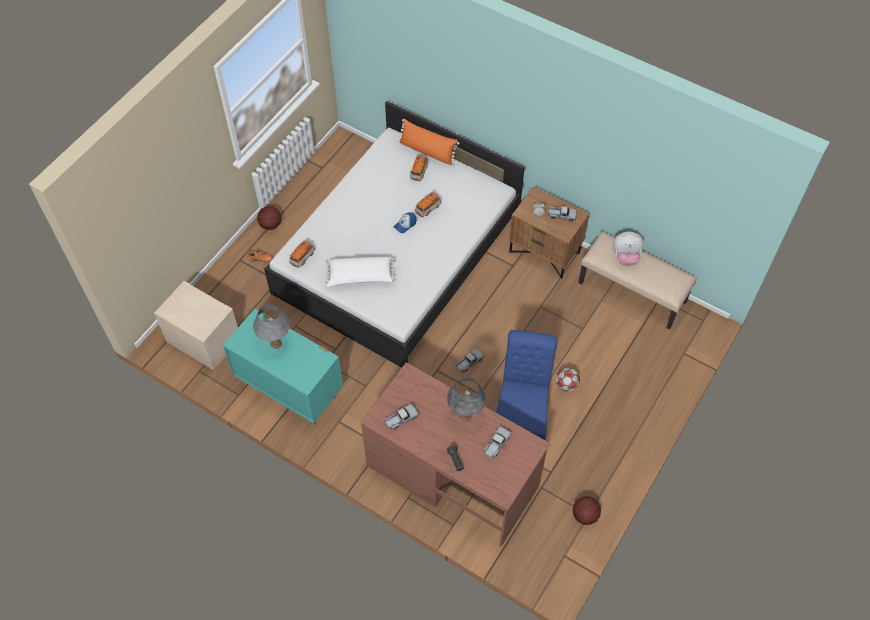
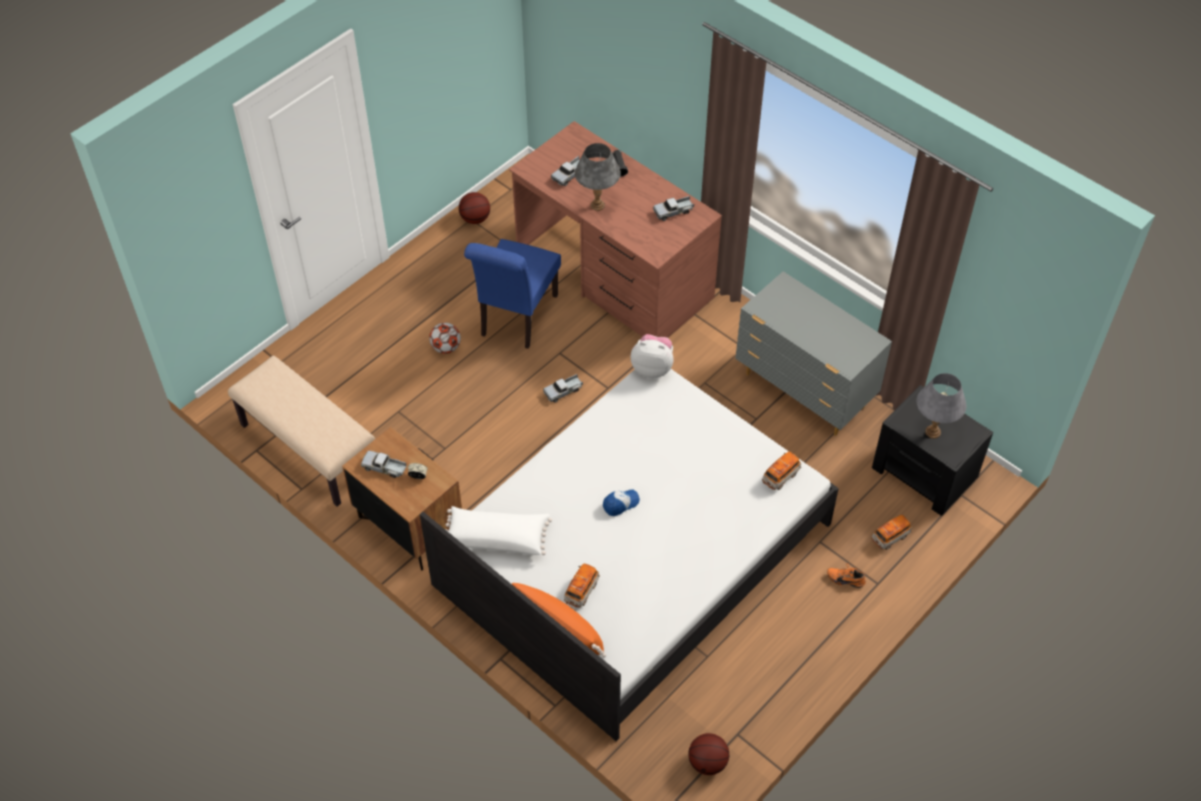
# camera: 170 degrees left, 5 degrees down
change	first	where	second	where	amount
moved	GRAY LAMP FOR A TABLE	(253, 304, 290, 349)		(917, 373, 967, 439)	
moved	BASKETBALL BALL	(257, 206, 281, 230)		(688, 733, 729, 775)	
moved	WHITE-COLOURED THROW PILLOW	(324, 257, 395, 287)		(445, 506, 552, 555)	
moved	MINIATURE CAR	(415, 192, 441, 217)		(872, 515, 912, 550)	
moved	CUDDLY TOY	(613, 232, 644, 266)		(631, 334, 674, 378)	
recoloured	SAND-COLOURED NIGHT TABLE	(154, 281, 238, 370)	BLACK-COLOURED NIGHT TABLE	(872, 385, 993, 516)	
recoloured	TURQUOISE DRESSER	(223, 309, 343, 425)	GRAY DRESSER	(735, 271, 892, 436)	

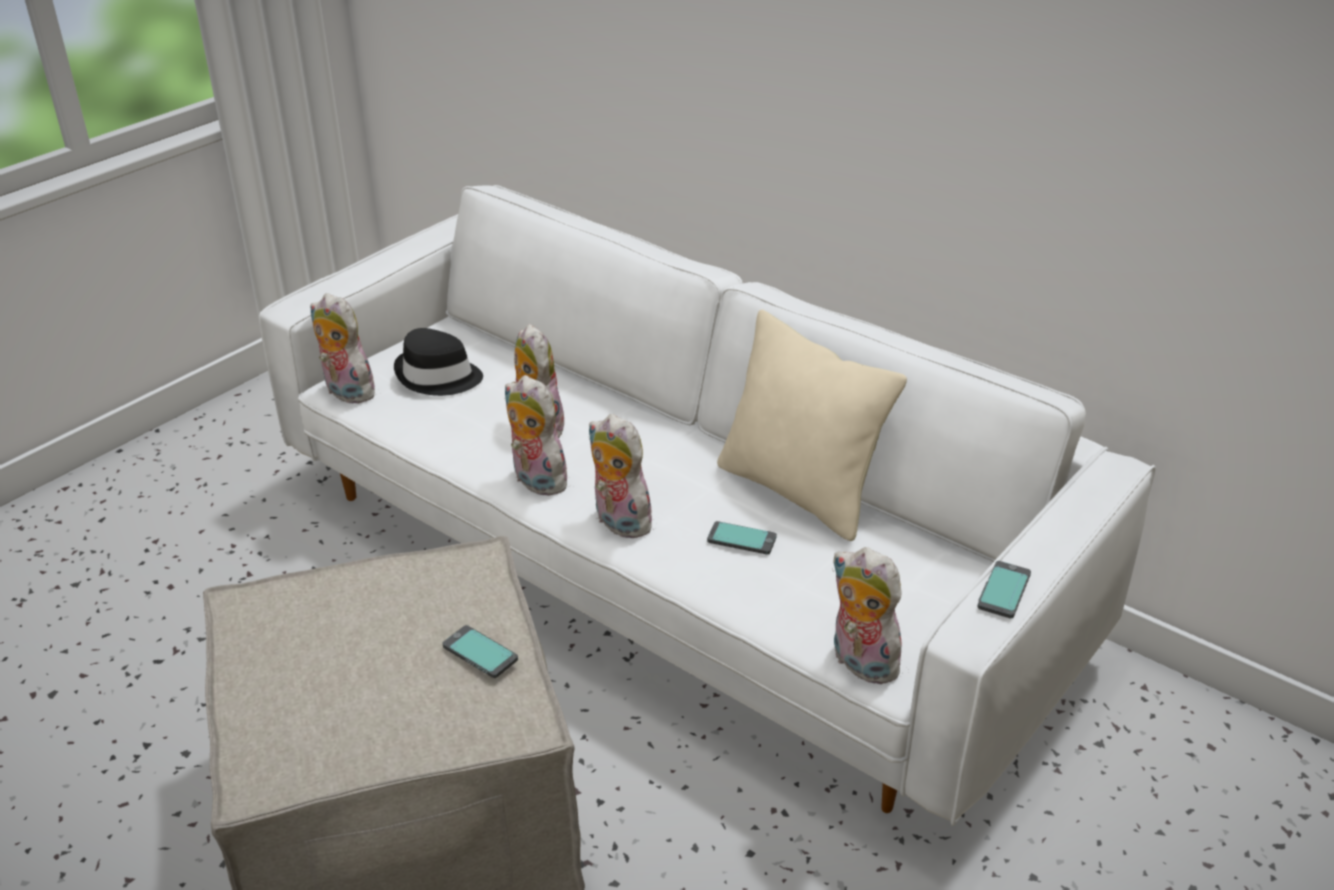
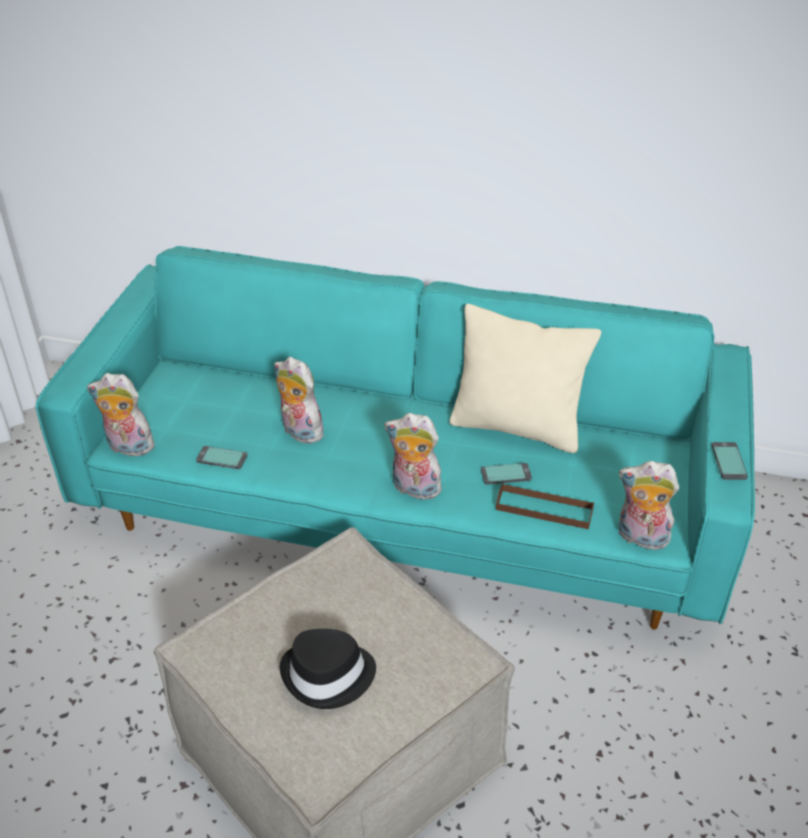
# camera: 25 degrees left, 5 degrees up
change	first	where	second	where	amount
removed	CUDDLY TOY	(505, 375, 567, 496)			
added			BROWN SERVING TRAY	(496, 484, 594, 529)	
moved	BLACK-COLOURED WEARABLE HAT	(394, 328, 483, 396)		(280, 629, 376, 709)	
moved	HANDSET	(443, 625, 518, 678)		(196, 446, 248, 469)	
recoloured	WHITE-COLOURED SETTEE	(259, 185, 1156, 826)	TURQUOISE SETTEE	(36, 246, 755, 630)	

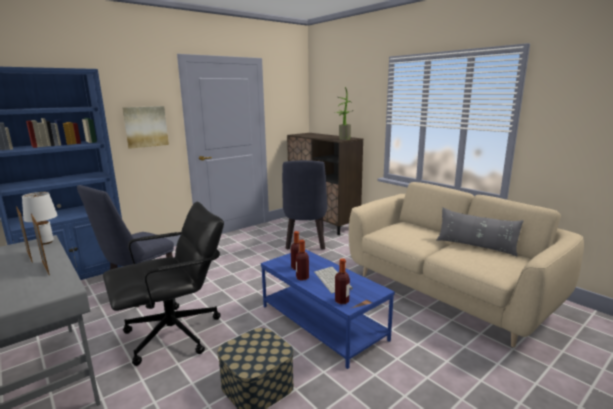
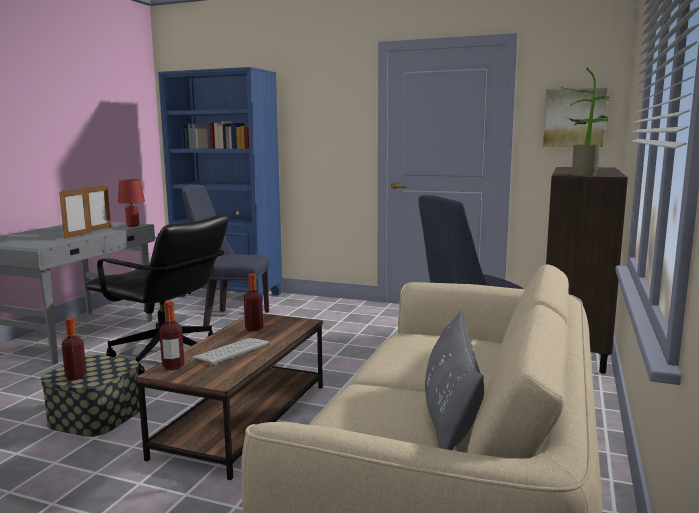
# camera: 60 degrees right, 5 degrees down
change	first	where	second	where	amount
moved	PICTURE	(122, 106, 169, 149)		(543, 88, 608, 147)	
moved	BEVERAGE BOTTLE	(296, 240, 309, 281)		(62, 318, 87, 380)	
recoloured	WHITE-COLOURED LAMP FOR A TABLE	(22, 192, 57, 245)	REDDISH LAMP FOR A TABLE	(118, 179, 145, 227)	
recoloured	BLUISH COFFEE TABLE	(261, 249, 395, 369)	BROWN COFFEE TABLE	(136, 314, 323, 480)	

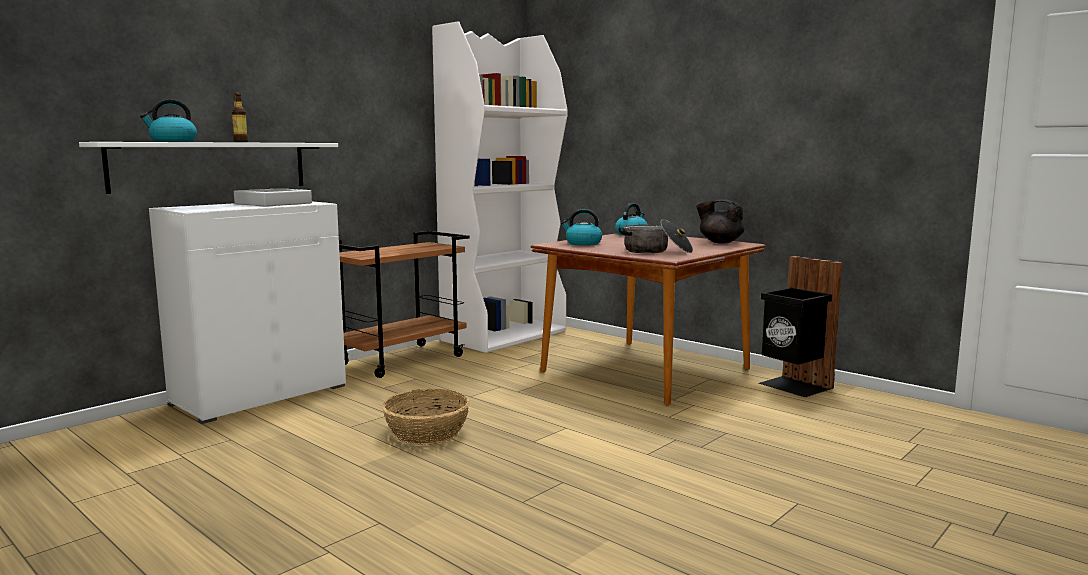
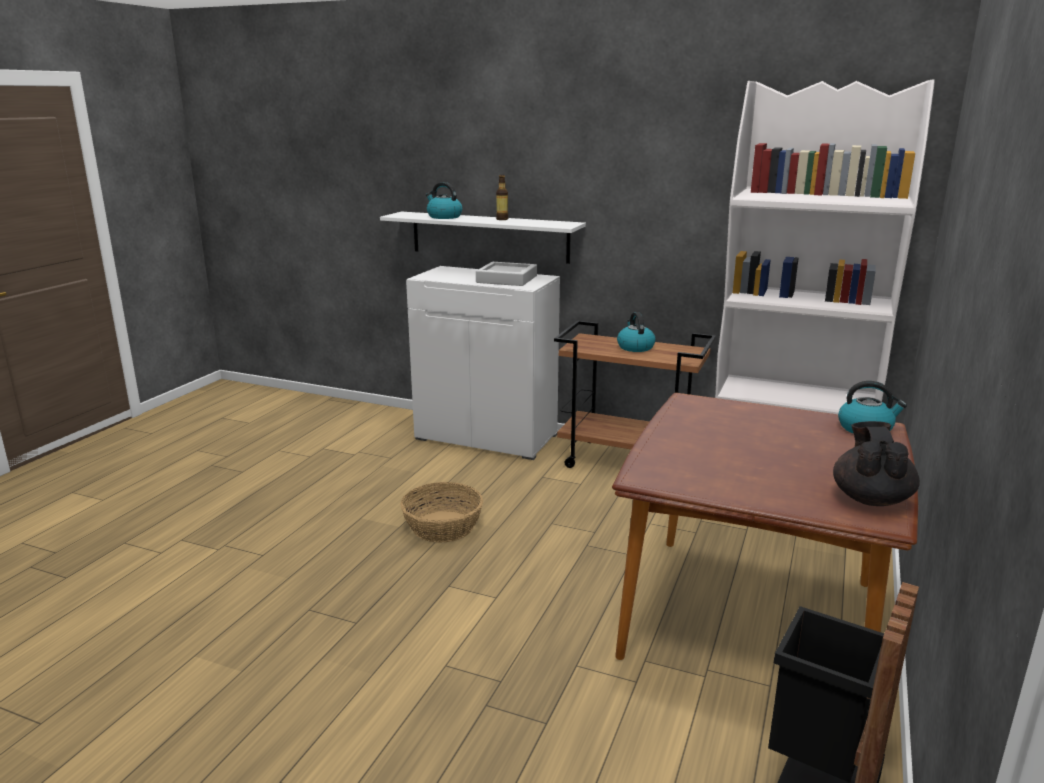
# camera: 70 degrees right, 10 degrees up
change	first	where	second	where	amount
removed	SAUCEPOT	(619, 219, 693, 254)			
moved	KETTLE	(561, 209, 602, 246)		(617, 312, 655, 352)	

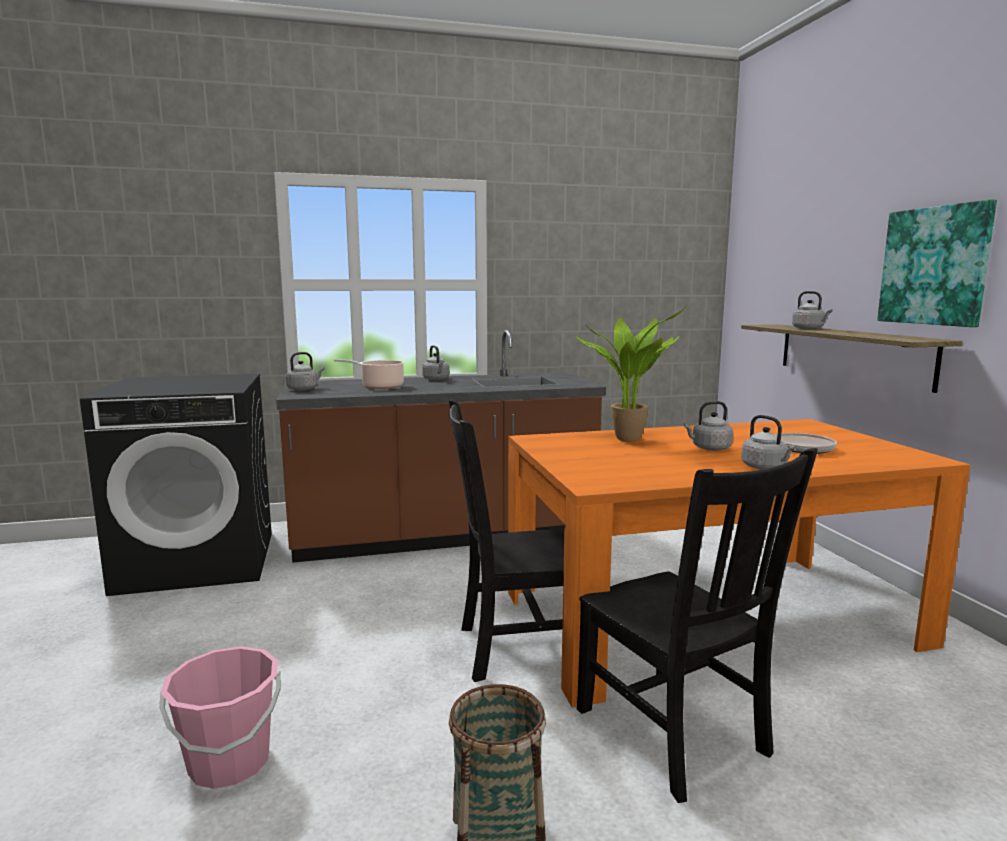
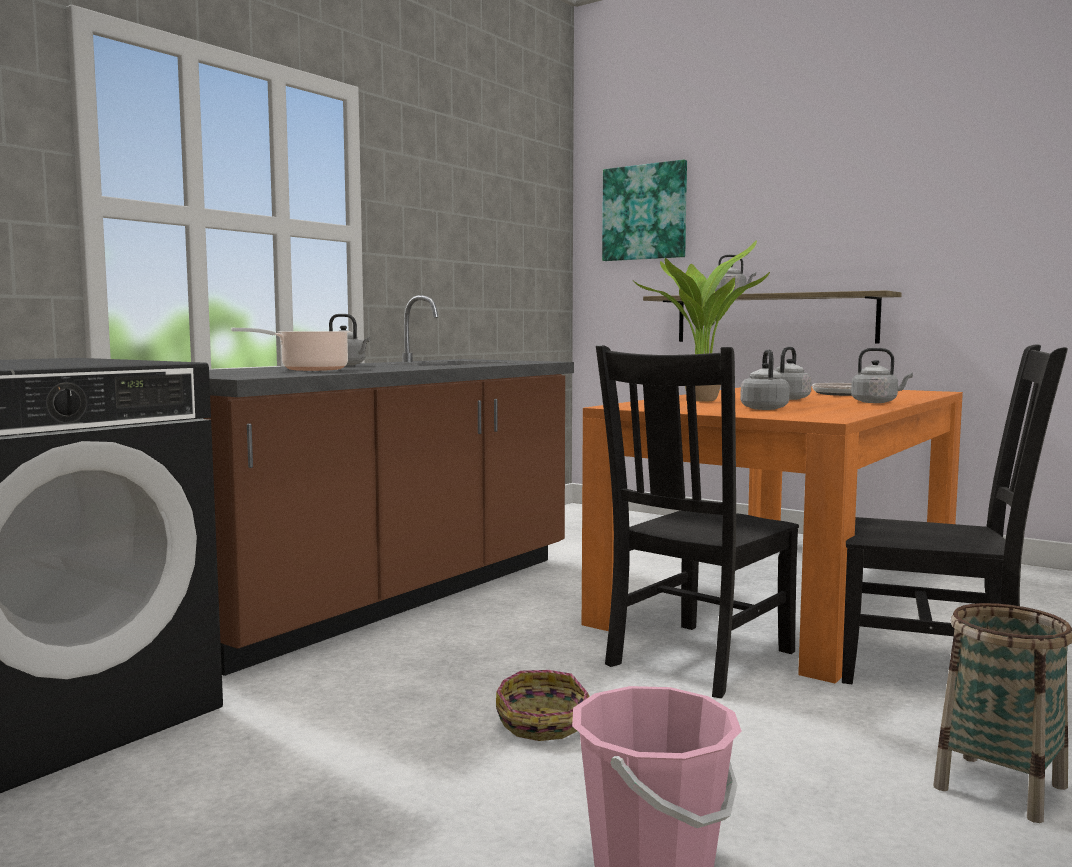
# camera: 40 degrees left, 5 degrees down
change	first	where	second	where	amount
added			BASKET	(496, 670, 590, 741)	
moved	GRAY KETTLE	(286, 352, 324, 391)		(740, 349, 790, 410)	
moved	PICTURE	(877, 199, 997, 327)		(602, 160, 687, 261)	

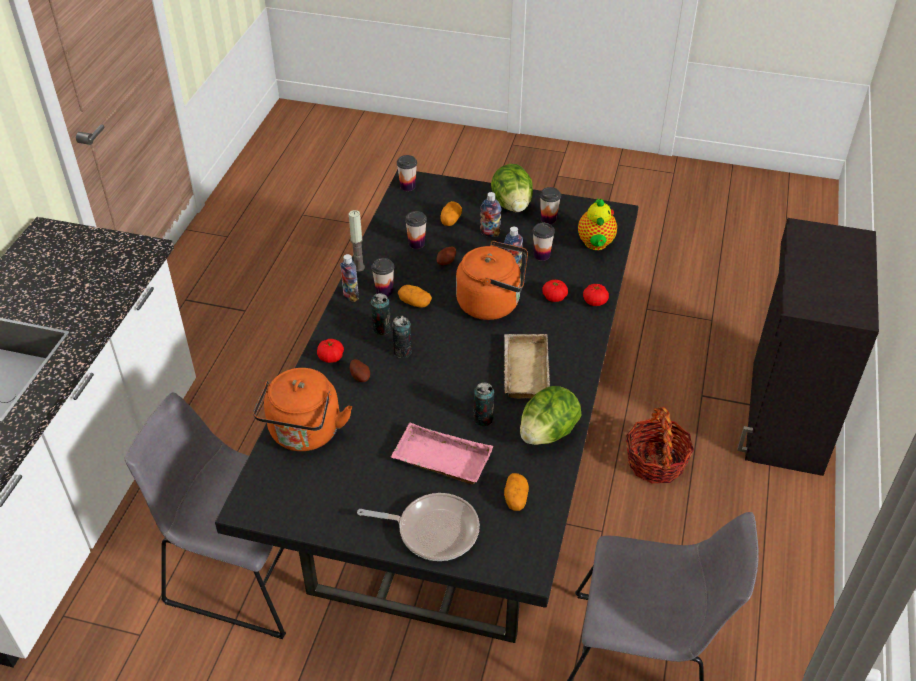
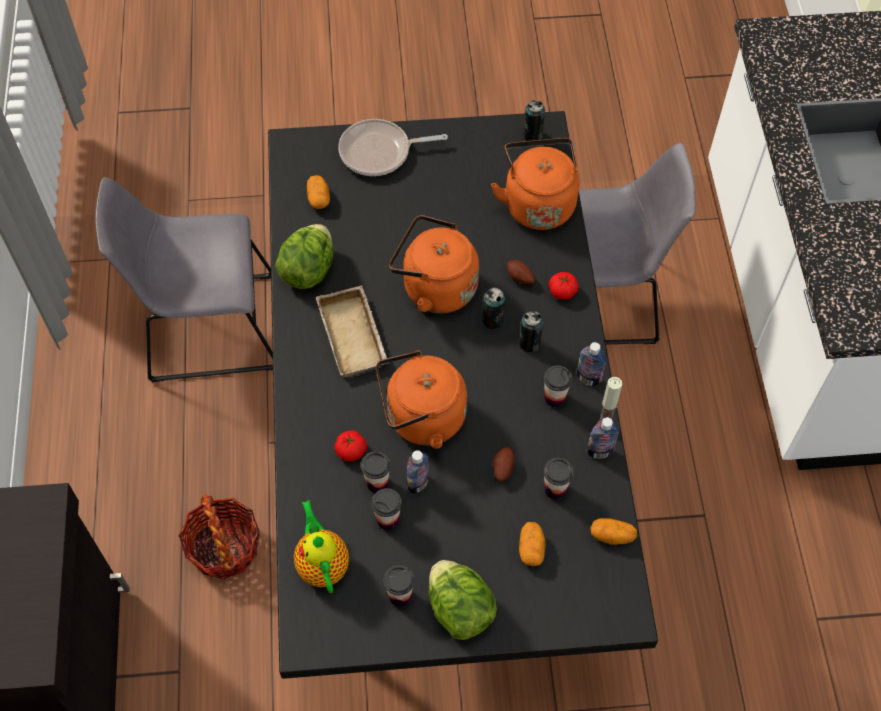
# camera: 160 degrees right, 15 degrees up
change	first	where	second	where	amount
removed	PINKISH SERVING TRAY	(391, 423, 493, 484)			
removed	TOMATO	(583, 284, 609, 306)			
added			ORANGE-COLOURED KETTLE	(389, 215, 479, 313)	
moved	DRINKING CUP	(397, 155, 417, 191)		(361, 451, 391, 493)	
moved	SPUD	(398, 285, 432, 308)		(591, 518, 637, 545)	
moved	METAL CAN	(473, 382, 494, 426)		(523, 100, 545, 141)	
moved	BEVERAGE BOTTLE	(480, 192, 501, 237)		(587, 417, 619, 459)	

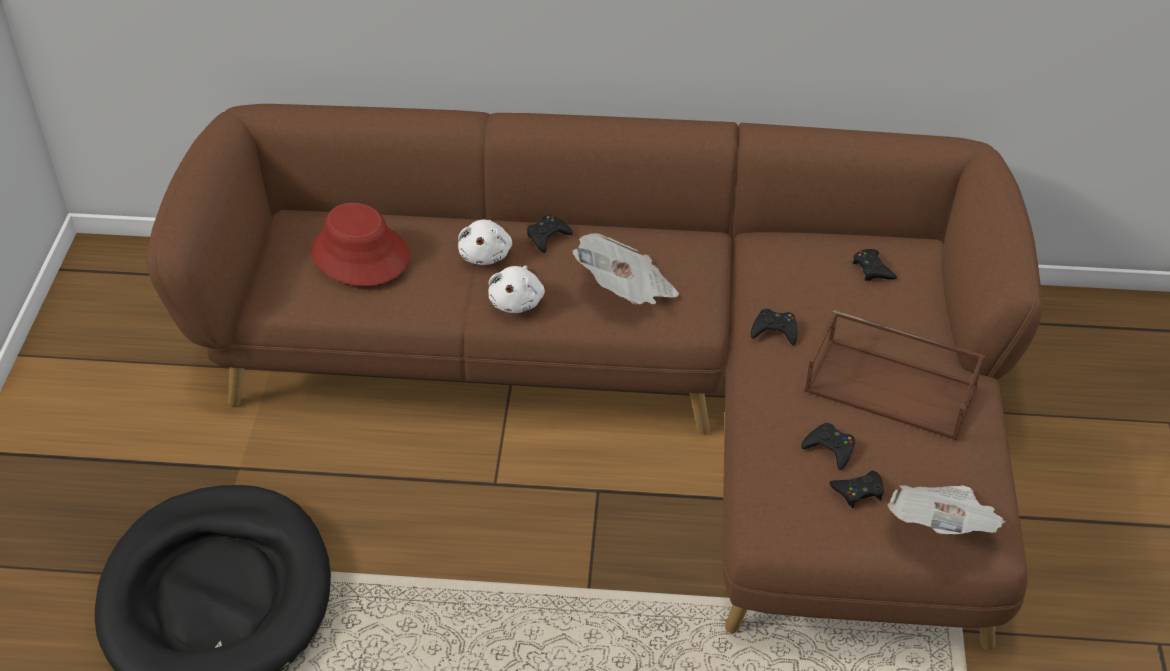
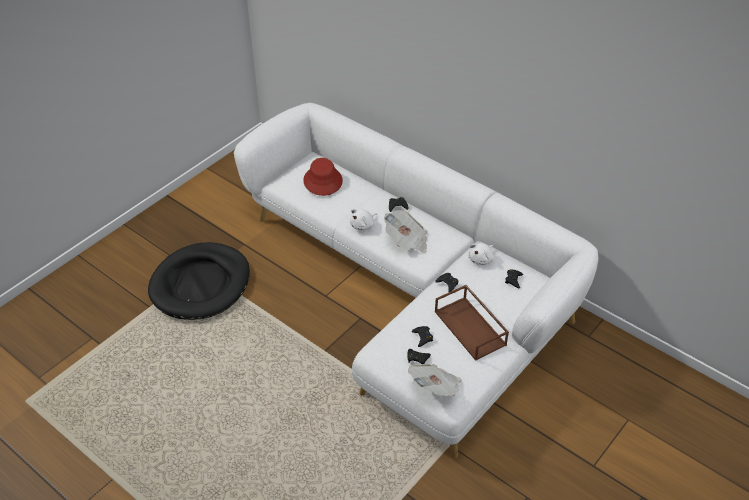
# camera: 35 degrees right, 0 degrees up
change	first	where	second	where	amount
moved	WHITE-COLOURED CUDDLY TOY	(458, 219, 512, 265)		(468, 243, 494, 265)	
recoloured	BROWN SETTEE	(146, 104, 1043, 650)	WHITE-COLOURED SETTEE	(234, 103, 598, 459)	

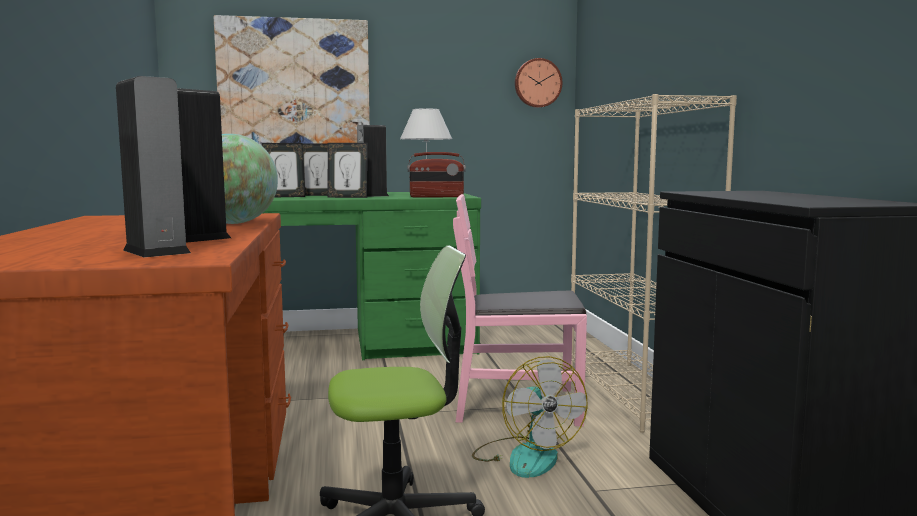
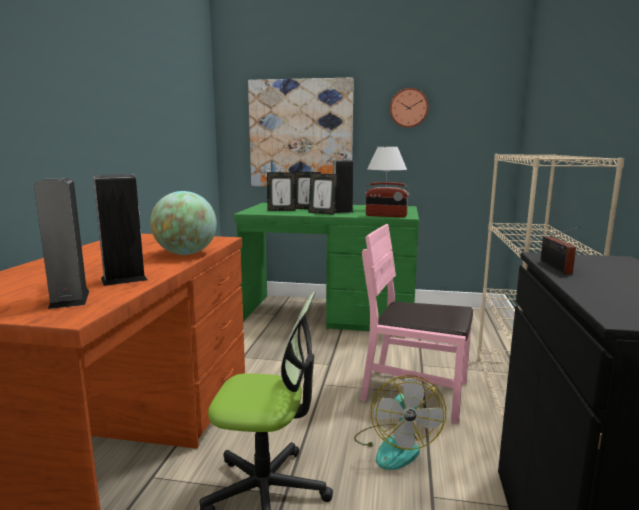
# camera: 20 degrees right, 5 degrees up
change	first	where	second	where	amount
added			RADIO RECEIVER	(540, 227, 580, 274)	
moved	HANGING CLOCK	(515, 58, 562, 108)		(390, 88, 428, 128)	

